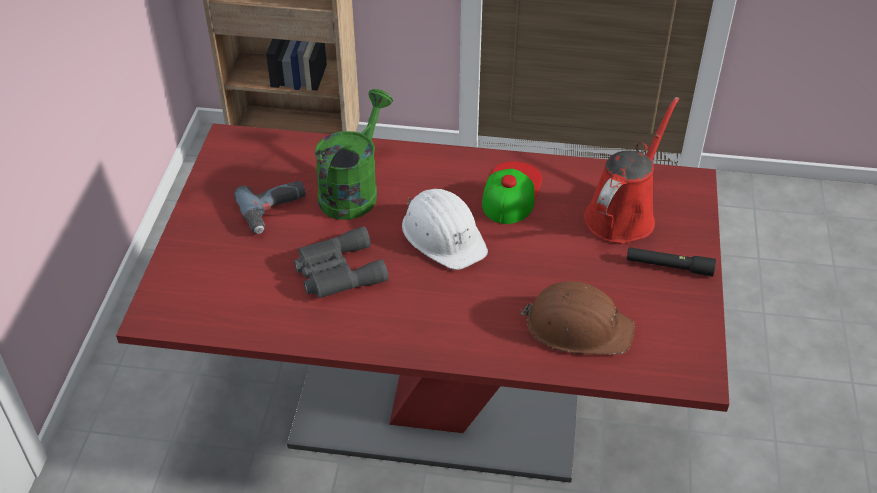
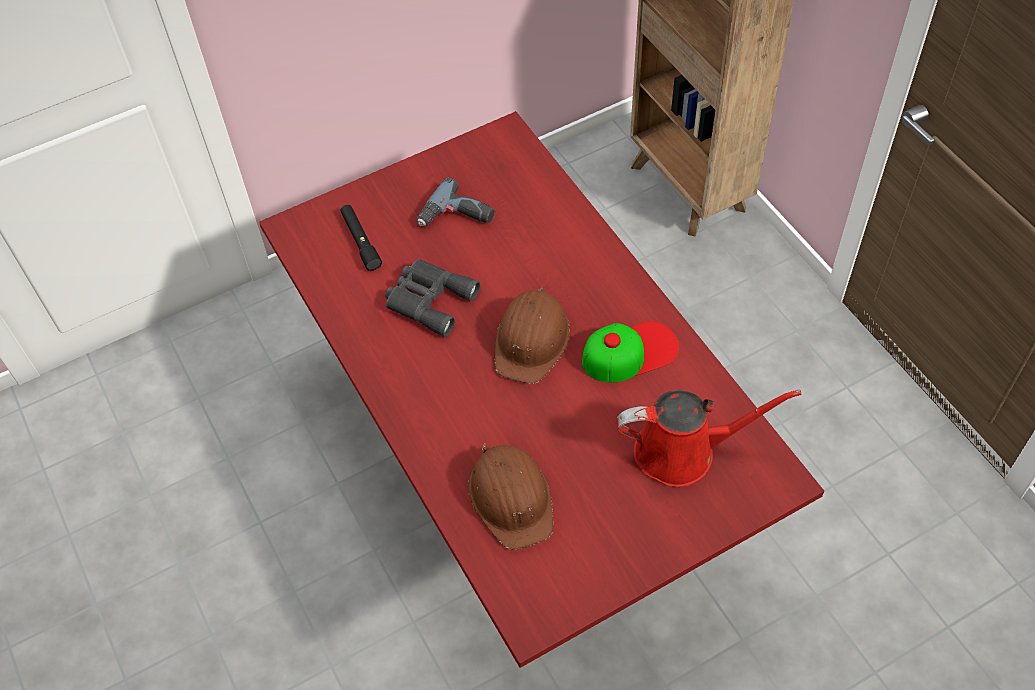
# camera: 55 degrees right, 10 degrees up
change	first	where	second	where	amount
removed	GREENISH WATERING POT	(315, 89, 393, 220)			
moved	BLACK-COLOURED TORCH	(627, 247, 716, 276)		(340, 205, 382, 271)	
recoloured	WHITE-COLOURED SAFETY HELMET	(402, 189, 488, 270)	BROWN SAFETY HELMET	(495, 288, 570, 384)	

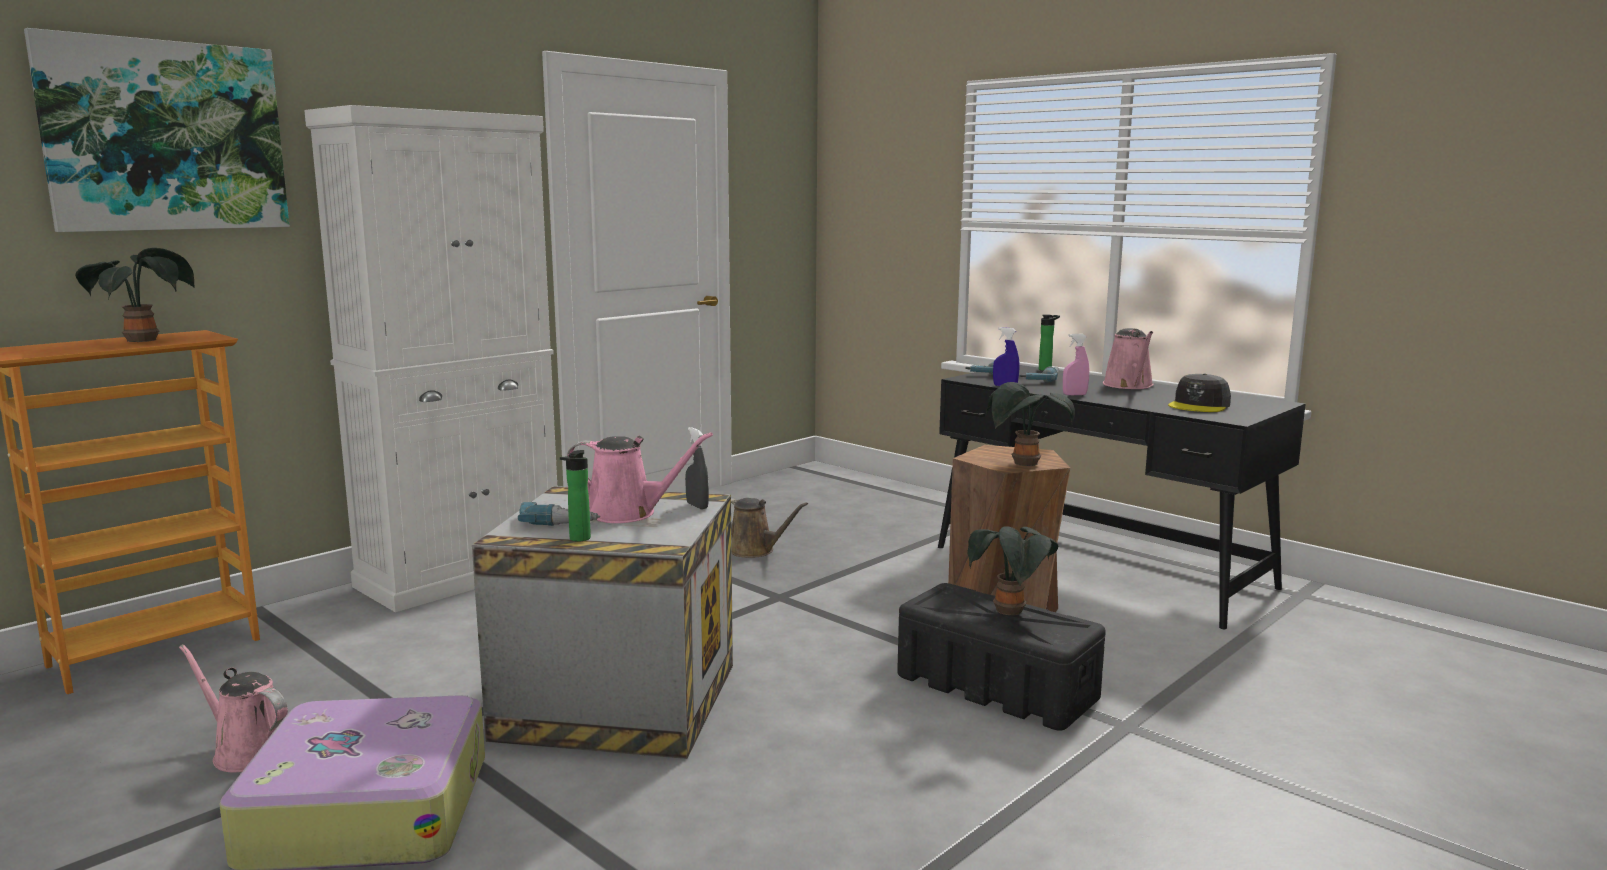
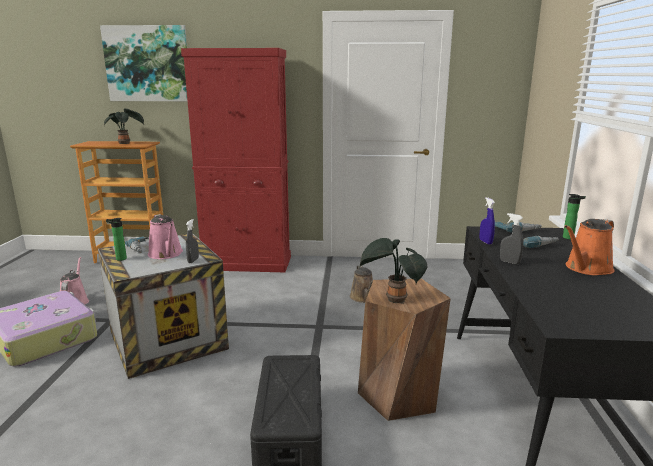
# camera: 50 degrees right, 5 degrees up
change	first	where	second	where	amount
removed	HOUSEPLANT	(967, 526, 1058, 615)			
removed	GRAY BASEBALL CAP	(1168, 374, 1231, 412)			
recoloured	WHITE-COLOURED CUPBOARD	(304, 105, 557, 612)	REDDISH CUPBOARD	(181, 48, 291, 272)	
recoloured	PINKISH SPRAY BOTTLE	(1063, 334, 1089, 395)	GRAY SPRAY BOTTLE	(500, 213, 524, 265)	
recoloured	PINKISH WATERING POT	(1103, 328, 1154, 389)	ORANGE-COLOURED WATERING POT	(565, 219, 614, 275)	

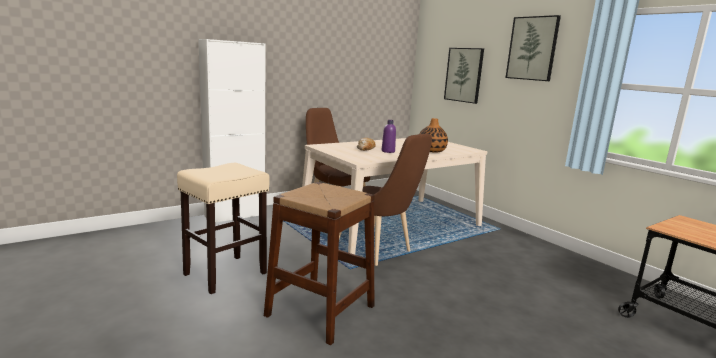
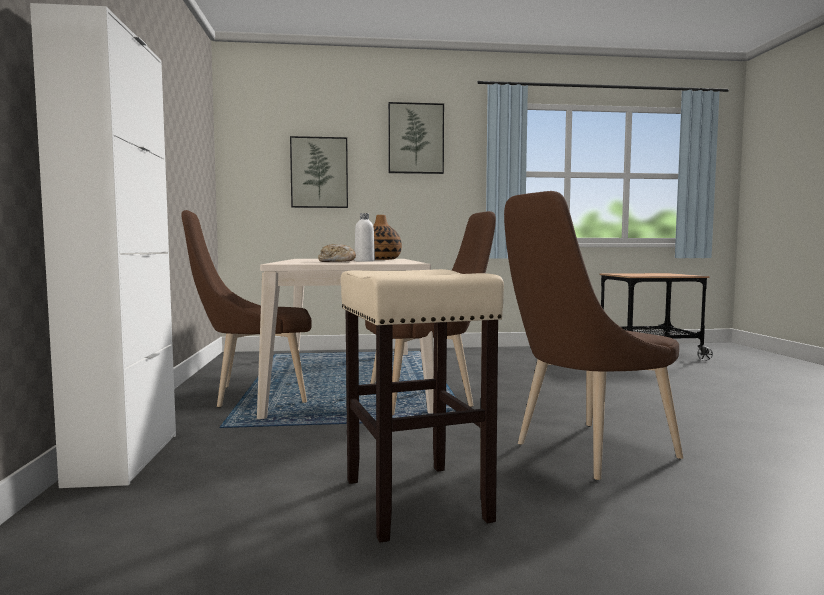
# camera: 60 degrees left, 10 degrees down
change	first	where	second	where	amount
replaced	BROWN SITTING STOOL	(264, 182, 375, 345)	BROWN CHAIR	(504, 191, 683, 480)	
recoloured	PURPLISH BEVERAGE BOTTLE	(382, 120, 396, 153)	WHITE-COLOURED BEVERAGE BOTTLE	(355, 213, 375, 262)	

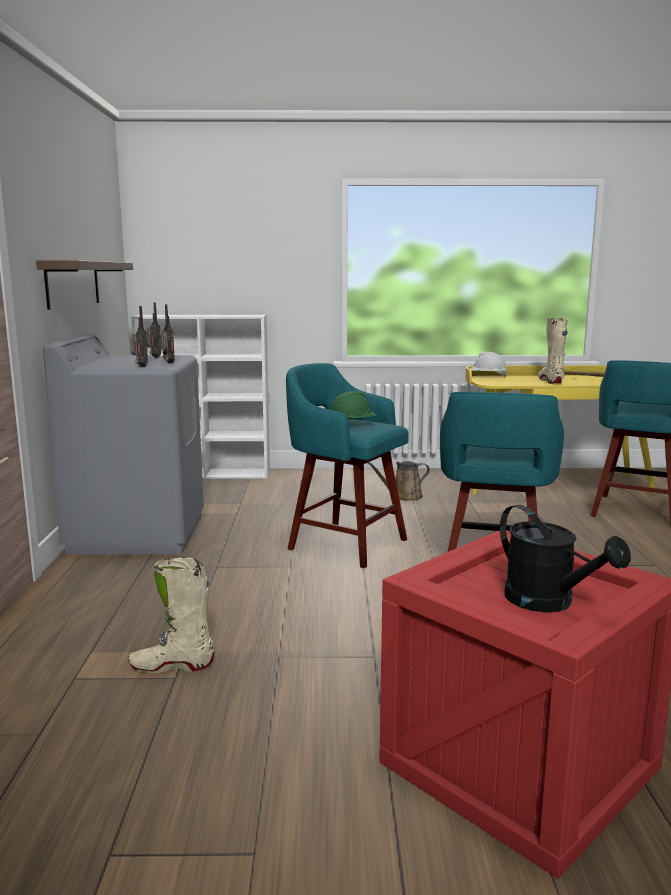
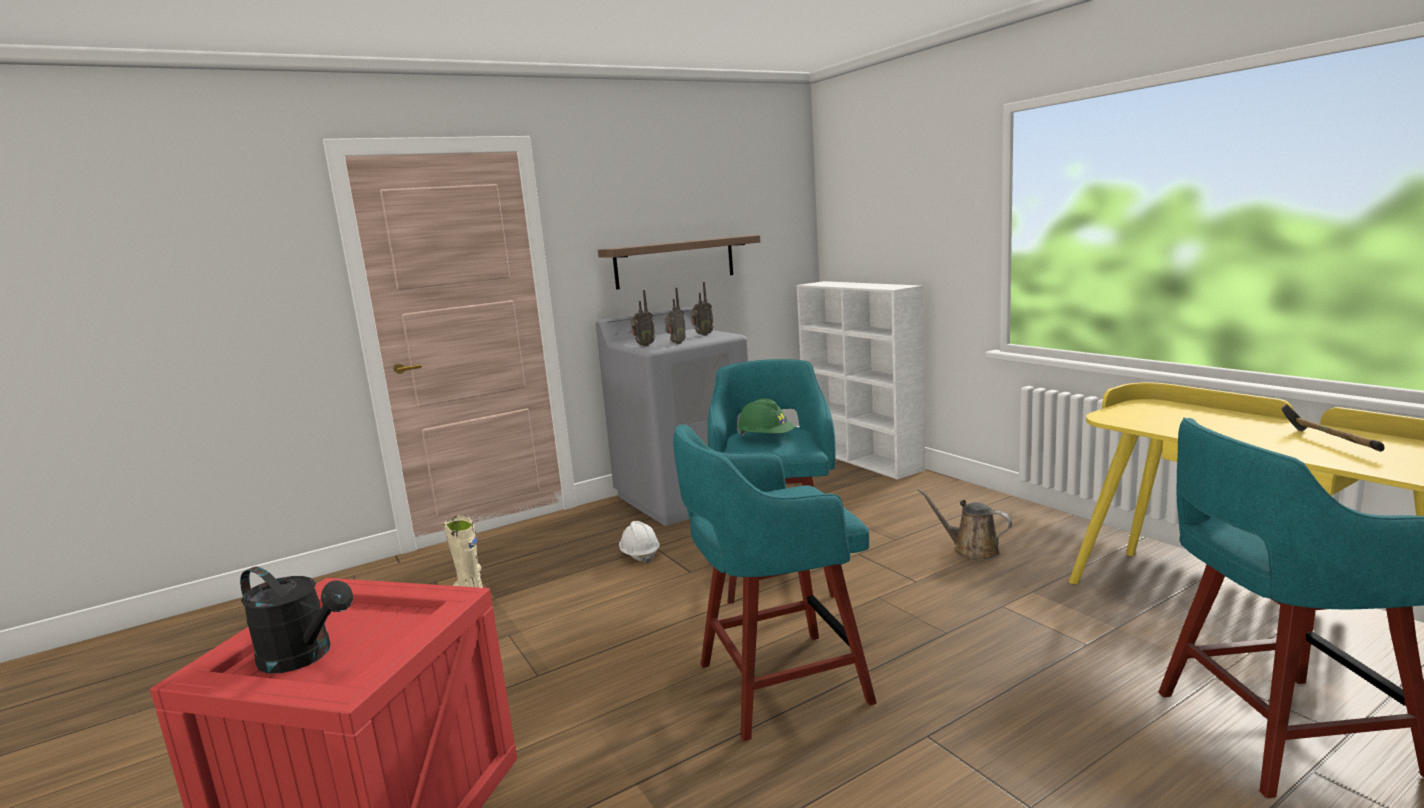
# camera: 60 degrees right, 0 degrees up
change	first	where	second	where	amount
removed	SAND-COLOURED HIGH-TOP BOOT	(538, 318, 568, 384)			
moved	WHITE-COLOURED SAFETY HELMET	(471, 352, 507, 377)		(619, 521, 660, 564)	
turned	BLACK-COLOURED WATERING POT	(500, 505, 631, 612)		(240, 566, 353, 674)	90 degrees counterclockwise

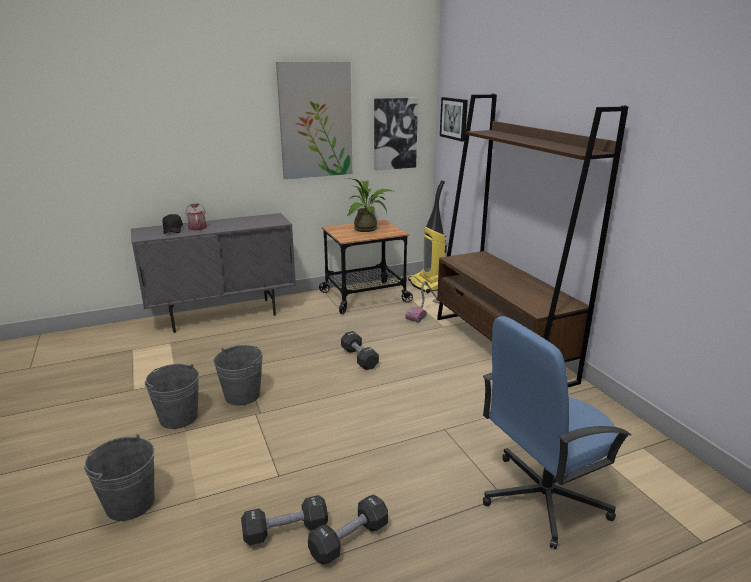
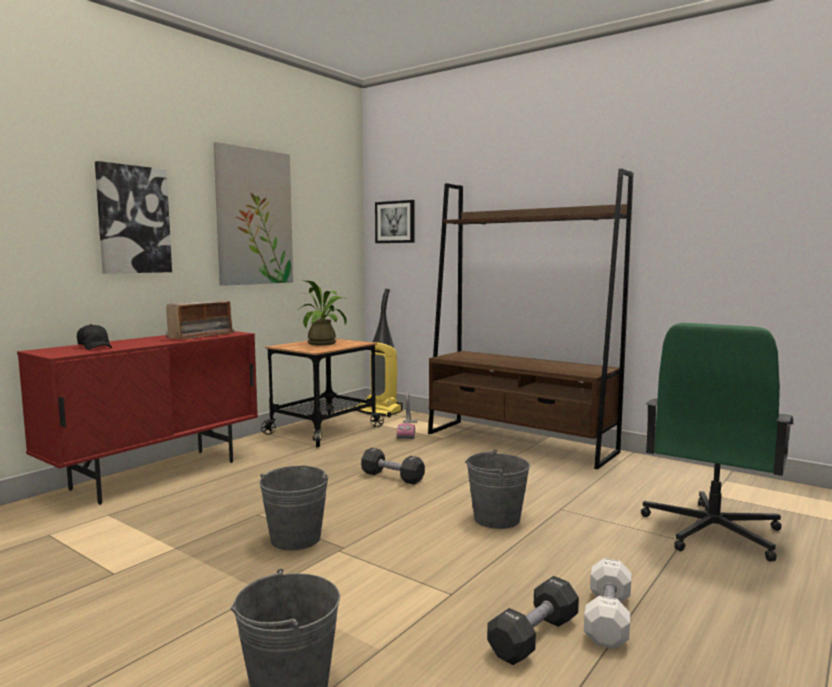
# camera: 30 degrees left, 15 degrees down
change	first	where	second	where	amount
removed	WATERING POT	(185, 203, 207, 231)			
added			RADIO RECEIVER	(166, 300, 234, 340)	
moved	GRAY WATER BUCKET	(145, 364, 199, 429)		(465, 450, 530, 529)	
moved	PICTURE	(374, 97, 418, 171)		(95, 161, 172, 274)	
recoloured	GRAY CUPBOARD	(131, 213, 296, 333)	REDDISH CUPBOARD	(17, 331, 258, 505)	
recoloured	BLACK-COLOURED DUMBBELL	(308, 495, 388, 564)	WHITE-COLOURED DUMBBELL	(584, 558, 631, 649)	
recoloured	BLUISH DESK CHAIR	(483, 316, 632, 549)	GREENISH DESK CHAIR	(641, 323, 793, 562)	

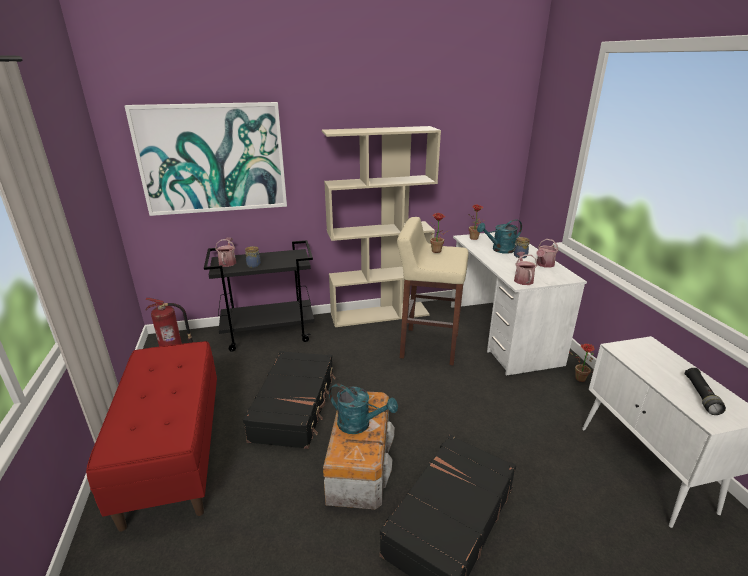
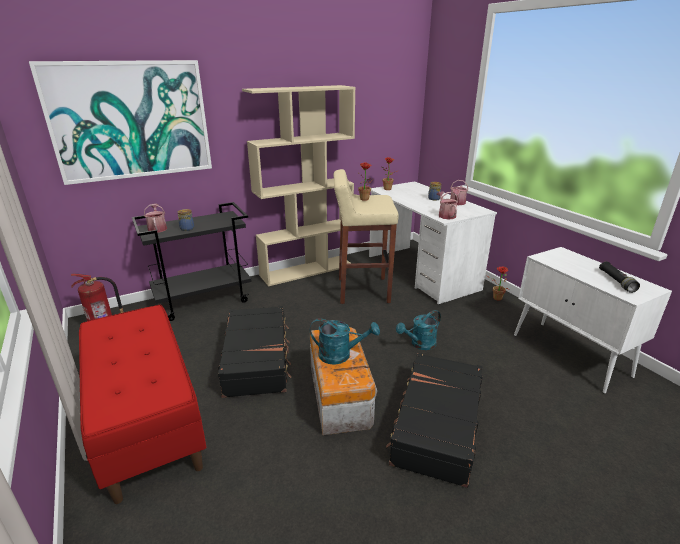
# camera: 15 degrees left, 0 degrees up
change	first	where	second	where	amount
moved	TURQUOISE WATERING POT	(477, 219, 522, 254)		(396, 310, 441, 350)	

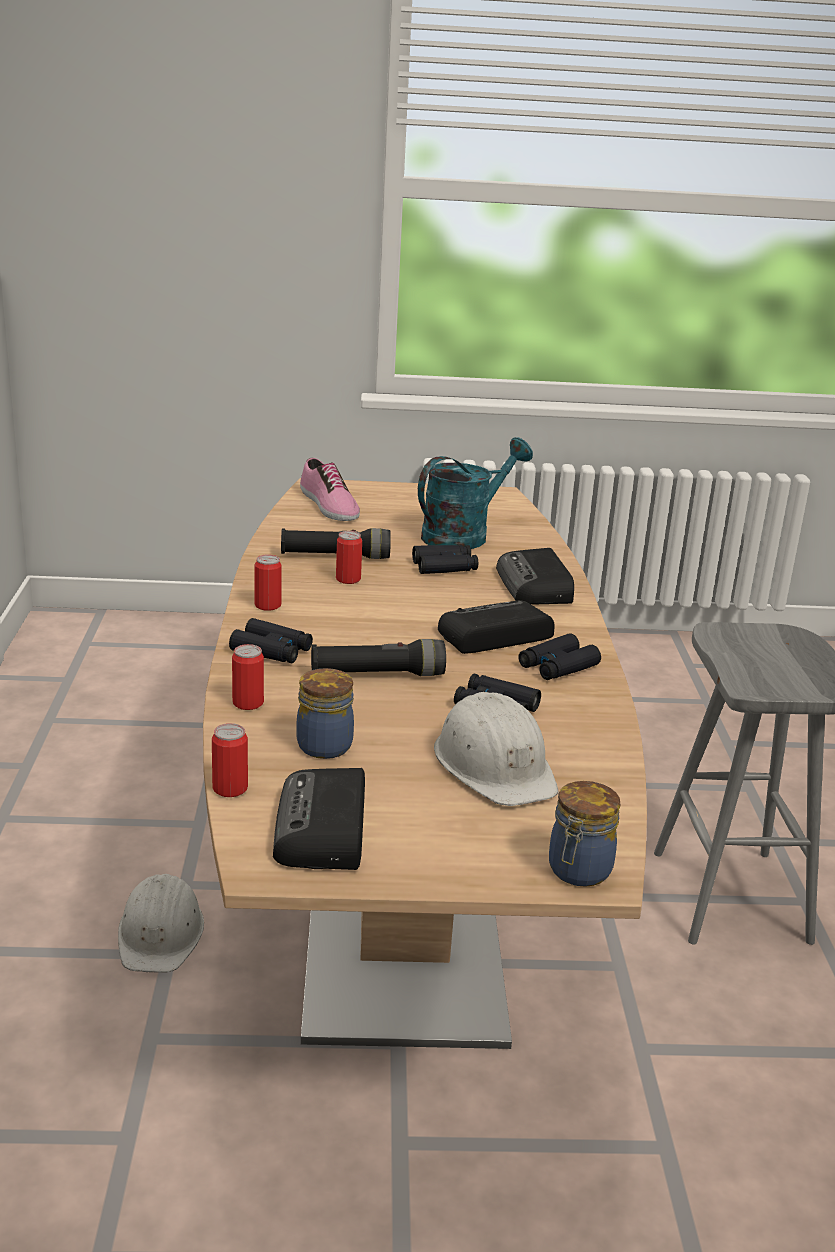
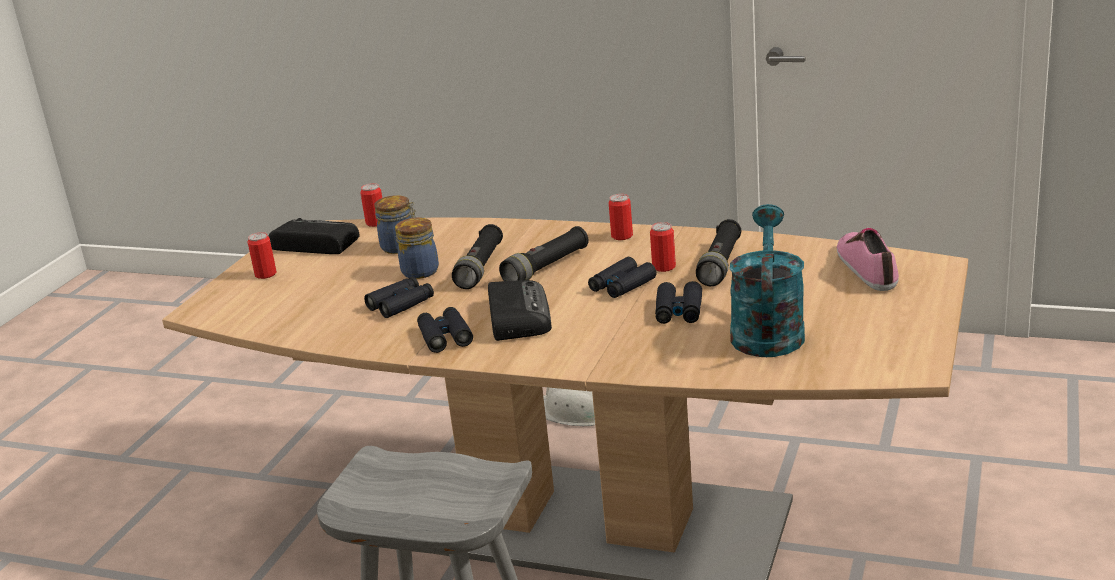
# camera: 115 degrees right, 0 degrees up
change	first	where	second	where	amount
removed	WHITE-COLOURED SAFETY HELMET	(434, 692, 558, 806)			
removed	RADIO RECEIVER	(496, 548, 574, 604)			
added			BLACK-COLOURED TORCH	(499, 226, 588, 281)	
moved	BLACK-COLOURED FIELD GLASSES	(229, 618, 313, 663)		(588, 257, 657, 298)	
moved	METAL CAN	(232, 644, 264, 710)		(248, 232, 277, 279)	
moved	JAR	(549, 781, 620, 887)		(395, 217, 439, 279)	
turned	SHOE	(300, 458, 360, 521)		(837, 228, 899, 291)	90 degrees clockwise
turned	TURQUOISE WATERING POT	(418, 437, 533, 549)		(730, 204, 805, 357)	150 degrees counterclockwise

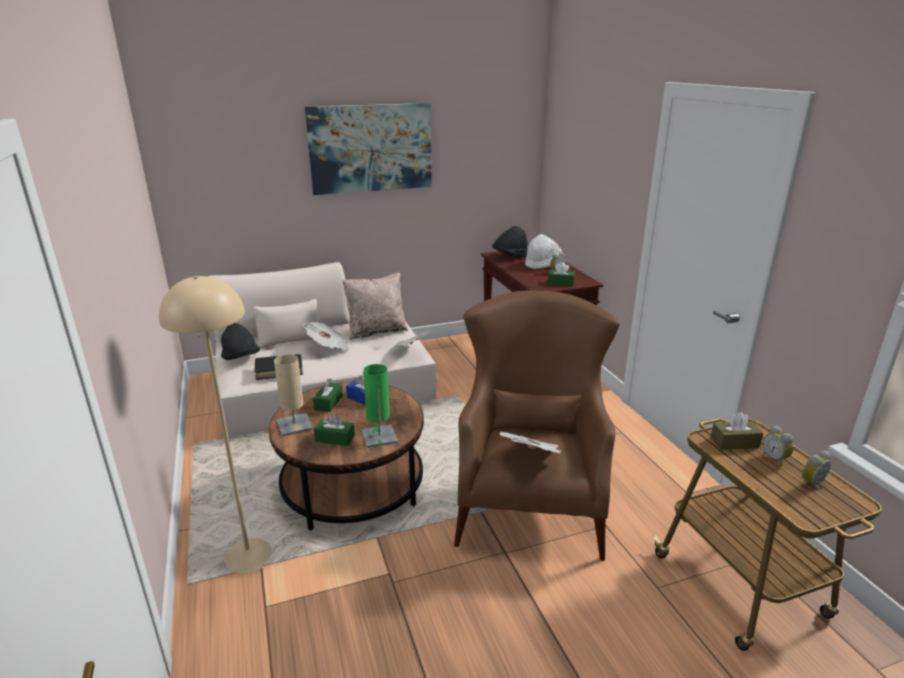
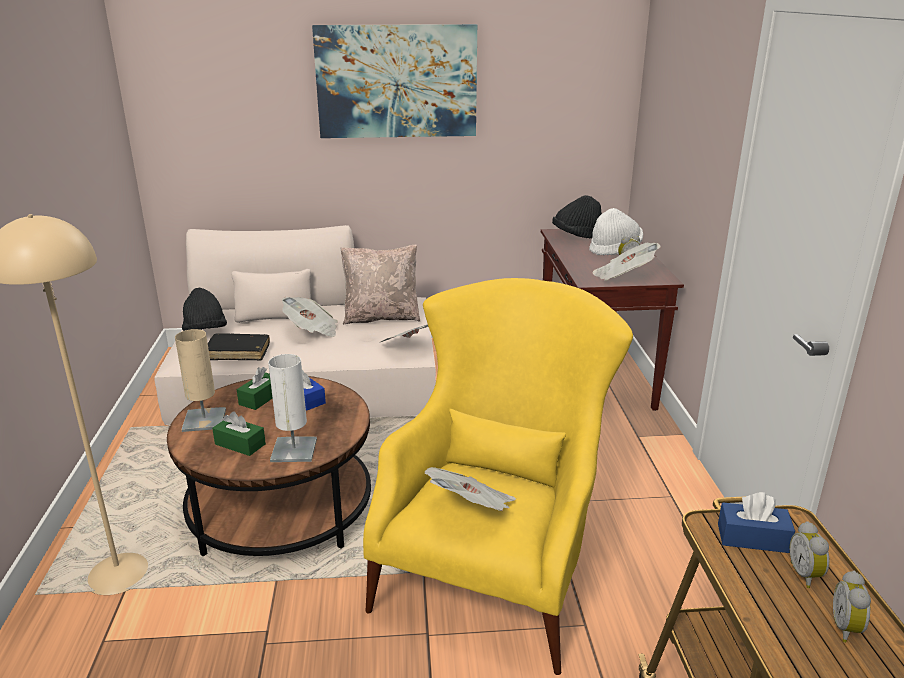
# camera: 15 degrees right, 0 degrees up
change	first	where	second	where	amount
replaced	GREENISH TISSUE BOX	(548, 262, 575, 286)	NEWSPAPER	(592, 243, 661, 281)	
recoloured	GREENISH LAMP FOR A TABLE	(362, 364, 398, 448)	WHITE-COLOURED LAMP FOR A TABLE	(268, 354, 317, 462)	
recoloured	BROWN LOUNGE CHAIR	(454, 291, 620, 561)	YELLOW-COLOURED LOUNGE CHAIR	(363, 278, 633, 675)	
recoloured	BROWN TISSUE BOX	(710, 412, 764, 450)	BLUISH TISSUE BOX	(718, 492, 795, 553)	
turned	BEDSIDE CLOCK	(802, 451, 831, 489)		(833, 571, 871, 643)	60 degrees counterclockwise

